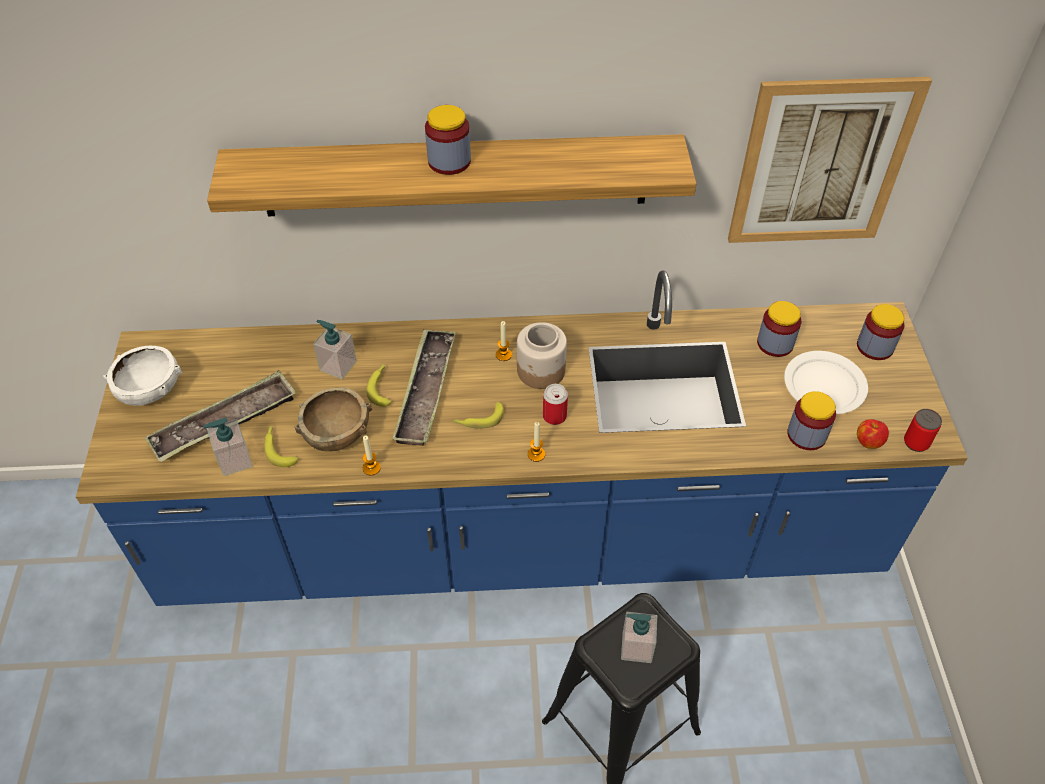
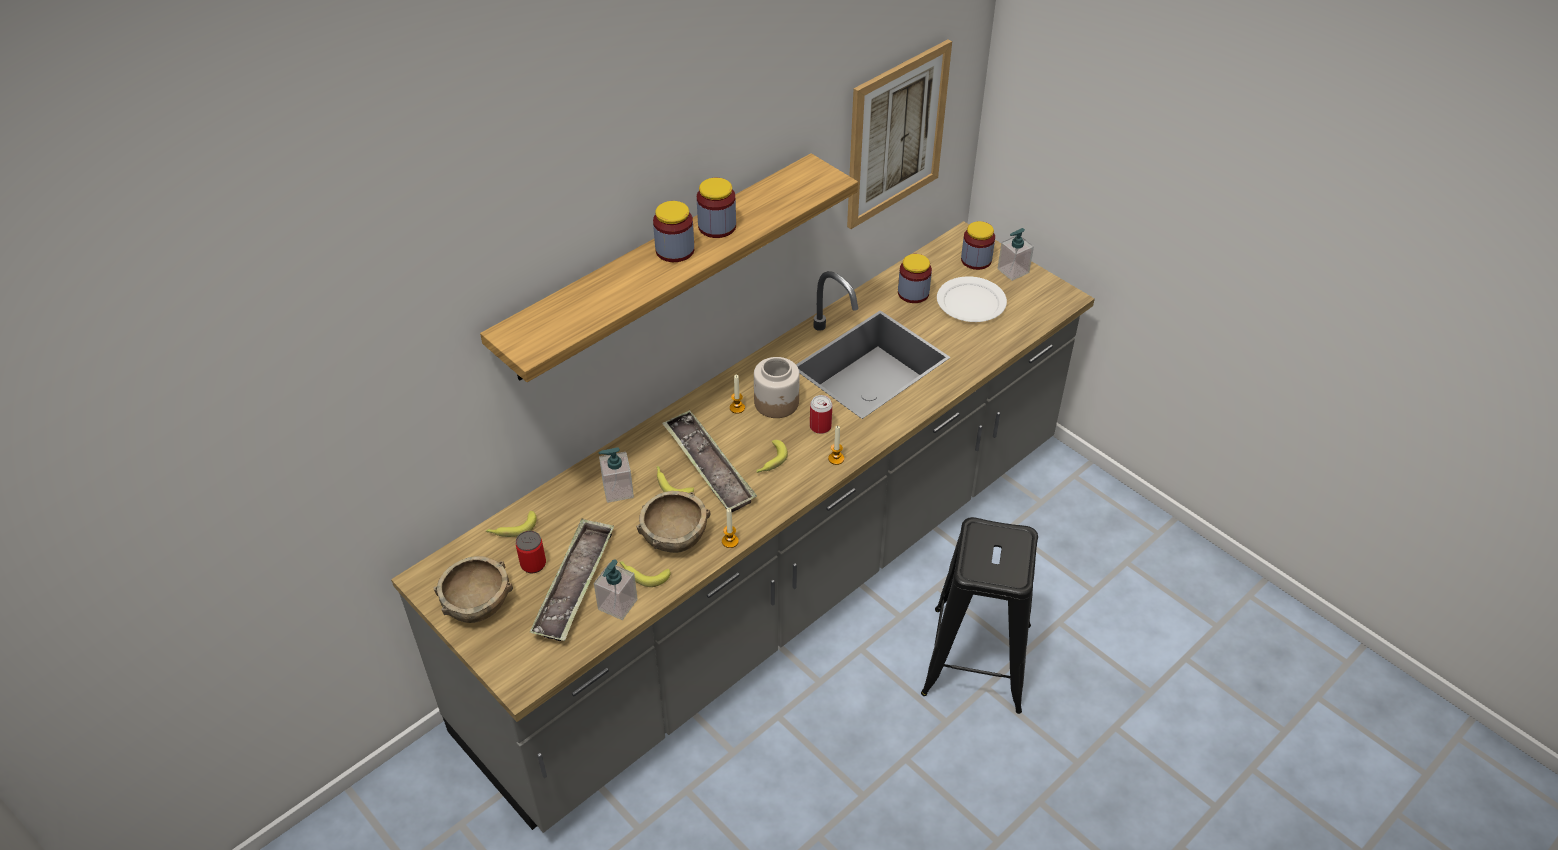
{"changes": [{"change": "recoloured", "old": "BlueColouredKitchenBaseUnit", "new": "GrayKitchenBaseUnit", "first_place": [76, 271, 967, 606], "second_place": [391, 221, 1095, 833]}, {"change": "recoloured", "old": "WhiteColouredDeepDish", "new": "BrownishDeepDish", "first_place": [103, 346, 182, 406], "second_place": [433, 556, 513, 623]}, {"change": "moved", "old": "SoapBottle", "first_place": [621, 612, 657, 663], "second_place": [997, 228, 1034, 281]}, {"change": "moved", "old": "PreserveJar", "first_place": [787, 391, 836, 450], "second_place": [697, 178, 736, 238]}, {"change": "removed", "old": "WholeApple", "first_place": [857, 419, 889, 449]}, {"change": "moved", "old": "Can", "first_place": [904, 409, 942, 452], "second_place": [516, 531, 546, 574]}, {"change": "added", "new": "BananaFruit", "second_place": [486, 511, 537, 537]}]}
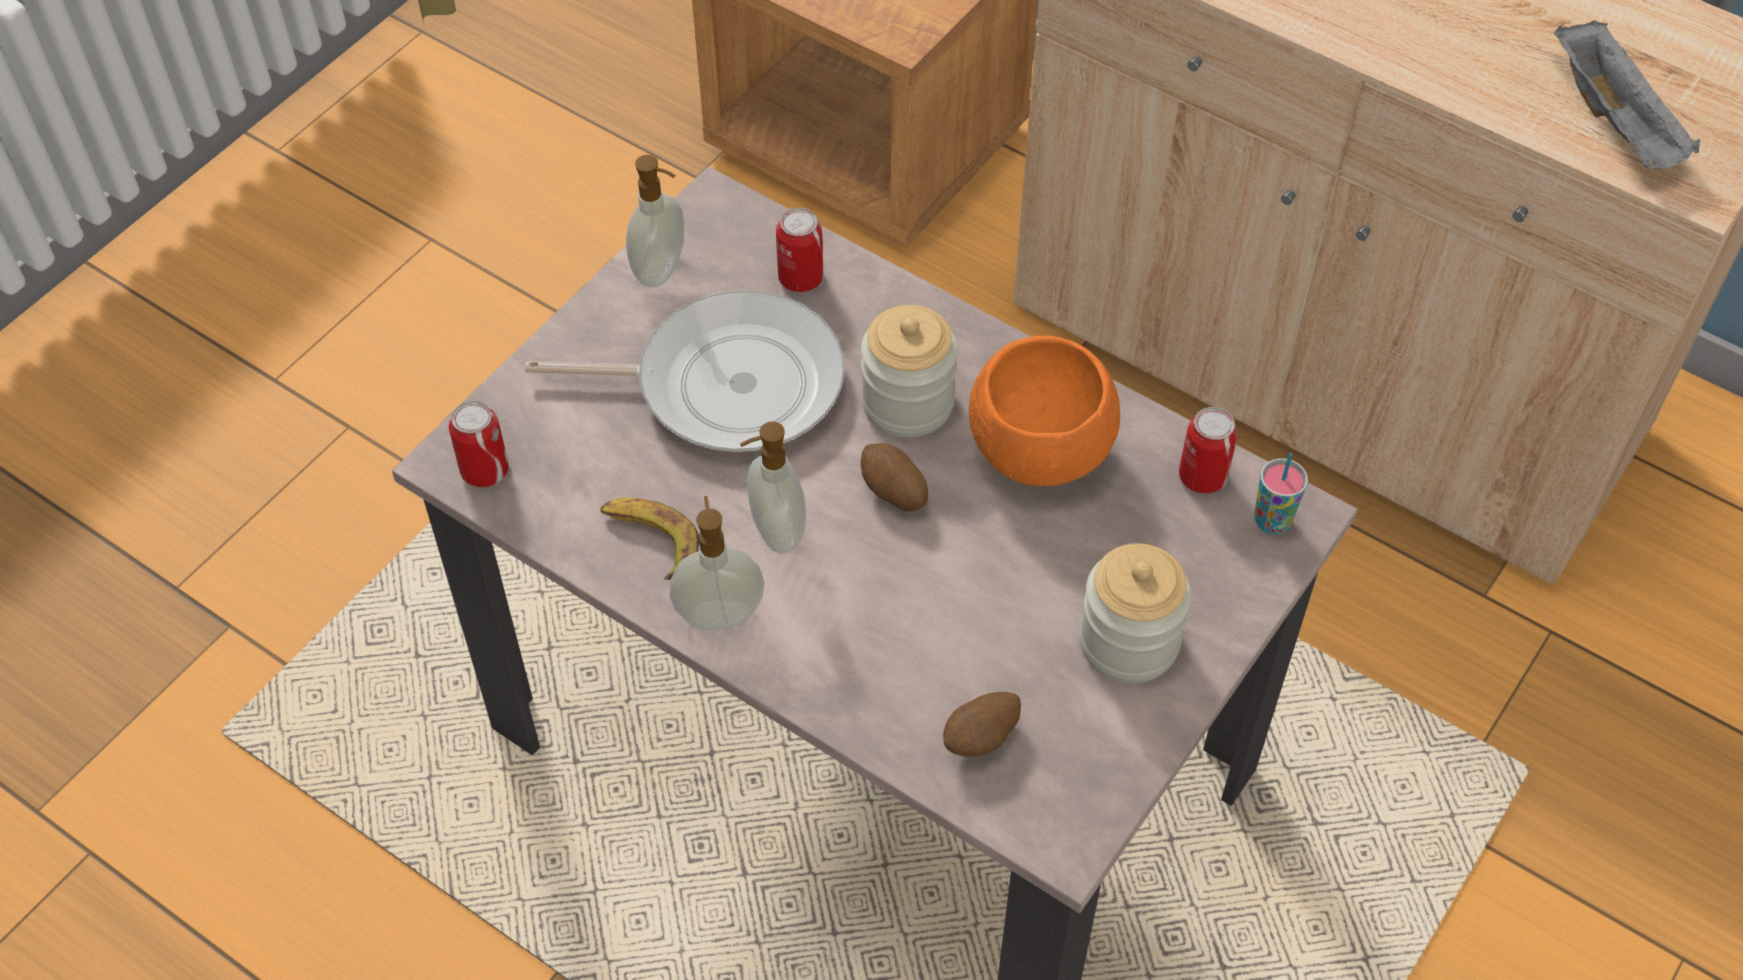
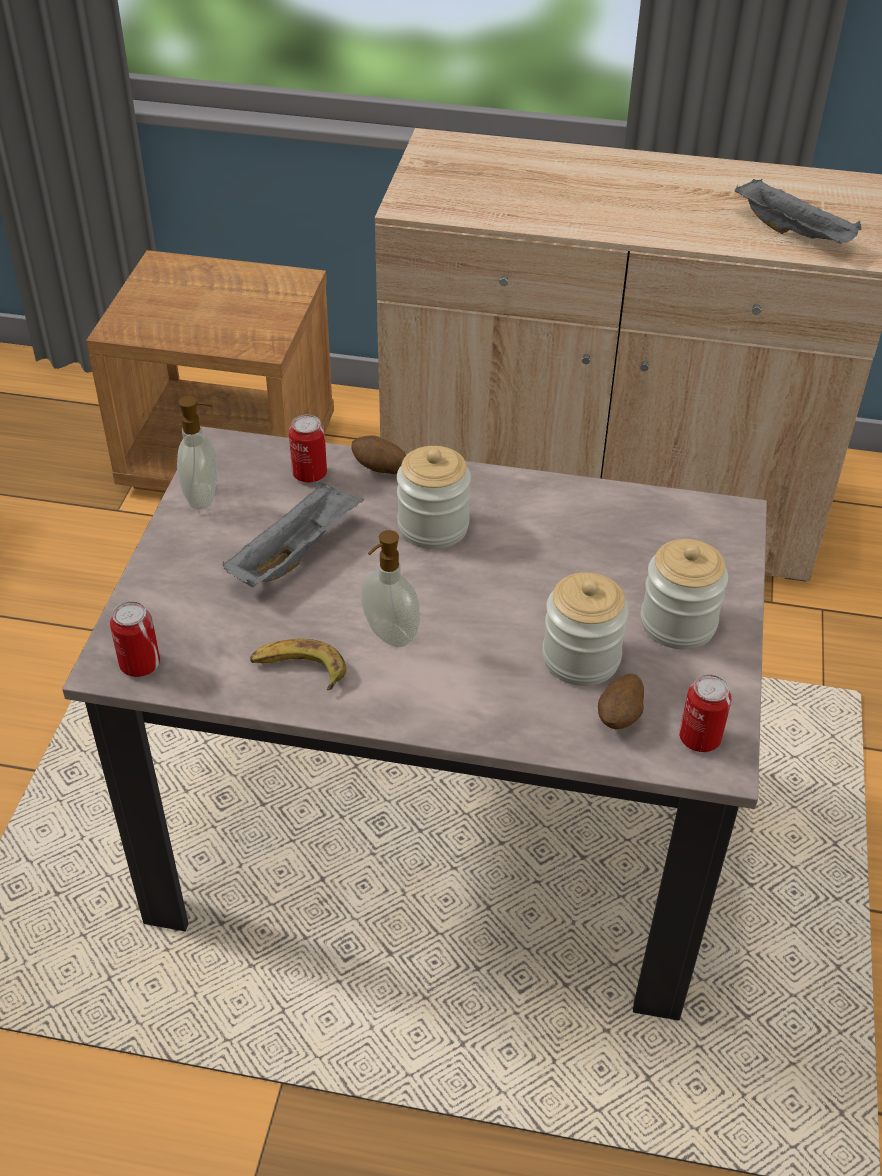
{"changes": [{"change": "replaced", "old": "FryingPan", "new": "GrayServingTray", "first_place": [525, 290, 845, 452], "second_place": [223, 481, 364, 587]}, {"change": "removed", "old": "SoapBottle", "first_place": [669, 496, 764, 630]}, {"change": "moved", "old": "Spud", "first_place": [861, 443, 928, 511], "second_place": [351, 435, 406, 474]}, {"change": "removed", "old": "OrangeColouredDeepDish", "first_place": [969, 336, 1120, 486]}, {"change": "moved", "old": "Can", "first_place": [1179, 407, 1237, 493], "second_place": [679, 674, 731, 752]}, {"change": "removed", "old": "Cup", "first_place": [1254, 453, 1308, 534]}, {"change": "added", "new": "PreserveJar", "second_place": [542, 572, 629, 686]}]}
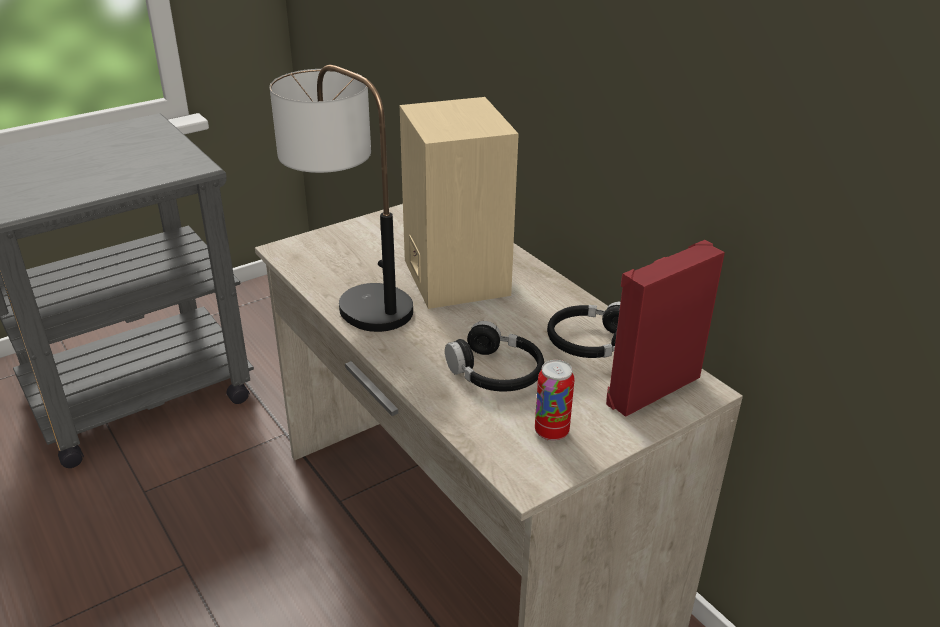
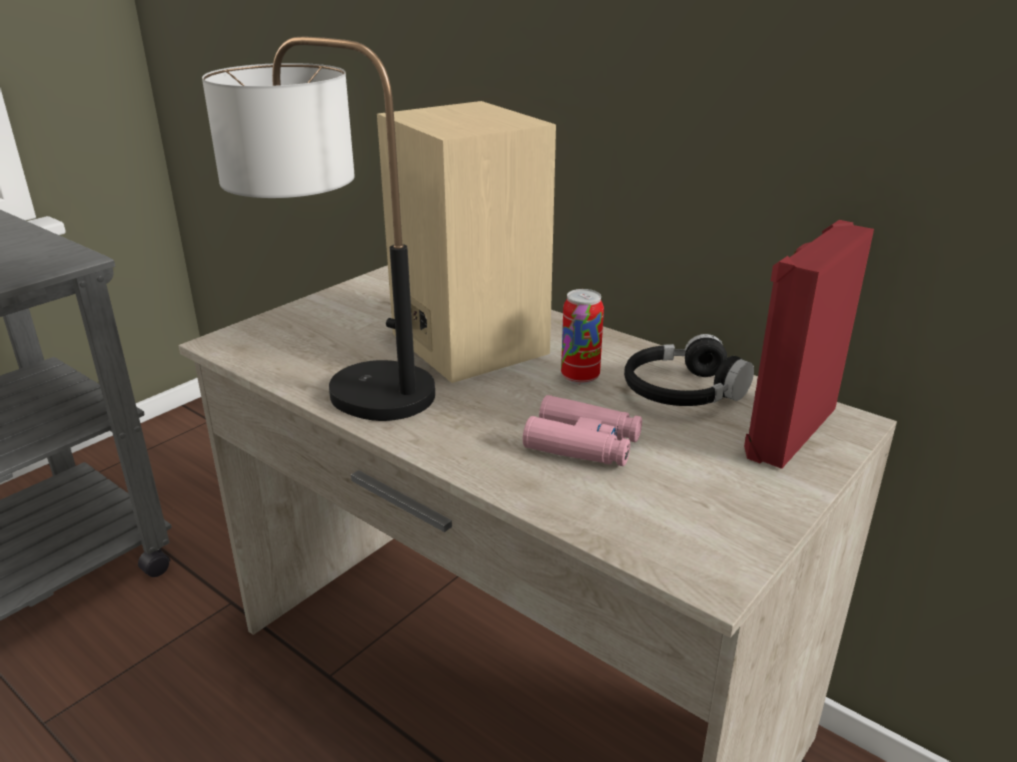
{"changes": [{"change": "replaced", "old": "BlackishHeadphones", "new": "PinkishFieldGlasses", "first_place": [445, 321, 544, 392], "second_place": [523, 395, 642, 466]}, {"change": "moved", "old": "Can", "first_place": [535, 360, 575, 441], "second_place": [561, 289, 604, 384]}]}
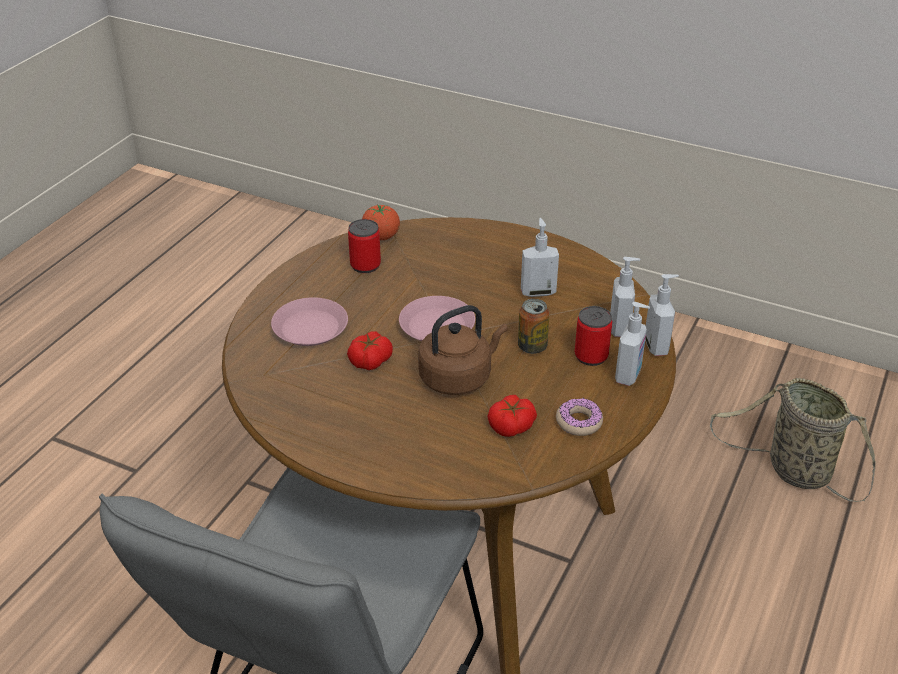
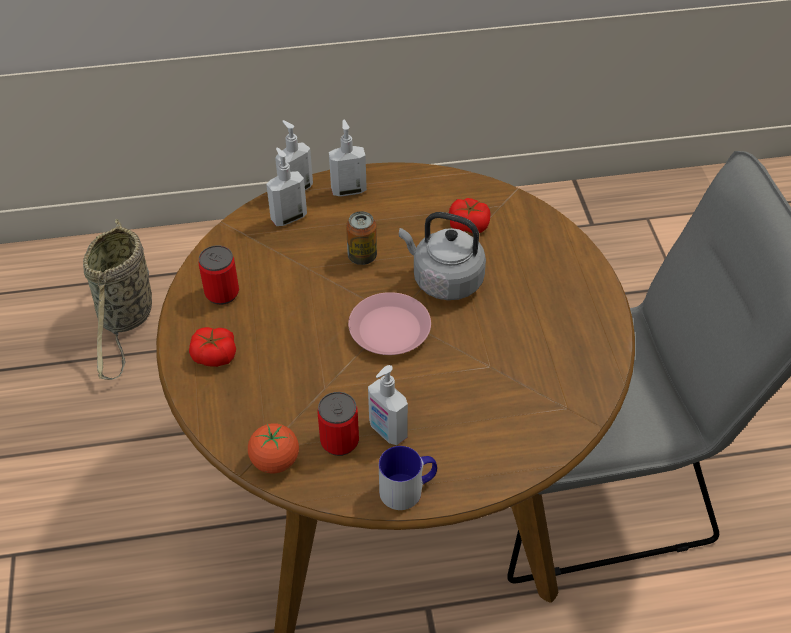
{"changes": [{"change": "removed", "old": "PinkishPlate", "first_place": [271, 297, 348, 346]}, {"change": "moved", "old": "FreshTomato", "first_place": [347, 331, 393, 370], "second_place": [189, 327, 236, 367]}, {"change": "recoloured", "old": "BrownishTeaKettle", "new": "GrayTeaKettle", "first_place": [418, 305, 508, 395], "second_place": [399, 212, 486, 300]}, {"change": "moved", "old": "SoapBottle", "first_place": [521, 218, 559, 297], "second_place": [368, 365, 408, 445]}, {"change": "removed", "old": "Doughnut", "first_place": [556, 398, 603, 436]}, {"change": "moved", "old": "Can", "first_place": [575, 306, 613, 366], "second_place": [199, 245, 239, 305]}, {"change": "added", "new": "Mug", "second_place": [379, 446, 437, 510]}]}
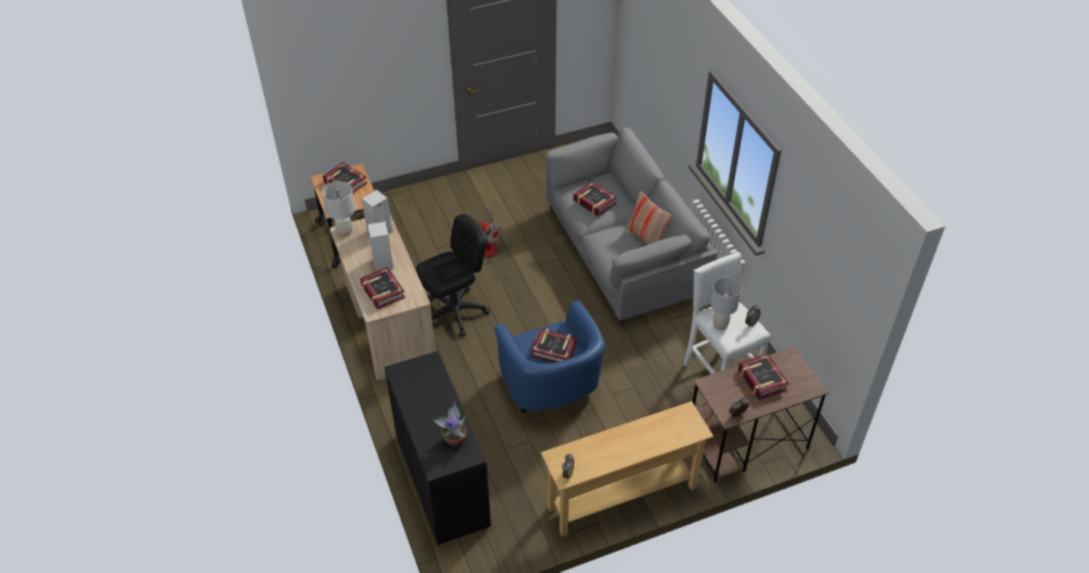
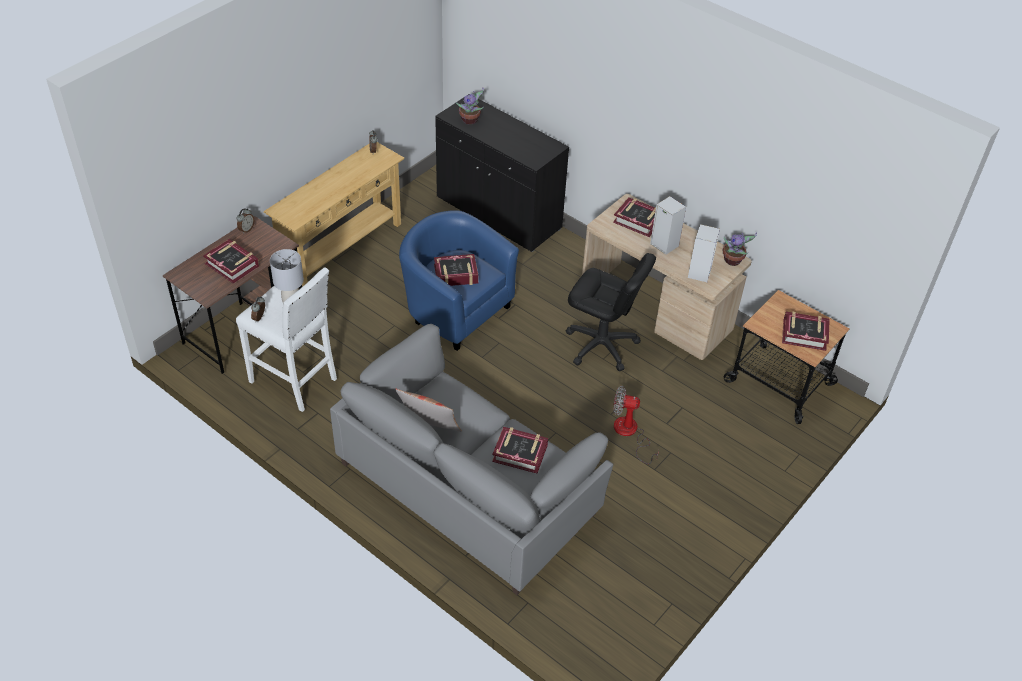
{"changes": [{"change": "replaced", "old": "WhiteColouredTableLamp", "new": "PottedPlant", "first_place": [322, 181, 355, 237], "second_place": [723, 233, 757, 266]}, {"change": "turned", "old": "BlackishComputerChair", "first_place": [416, 214, 490, 337], "second_place": [566, 253, 656, 371], "degrees": -90}]}
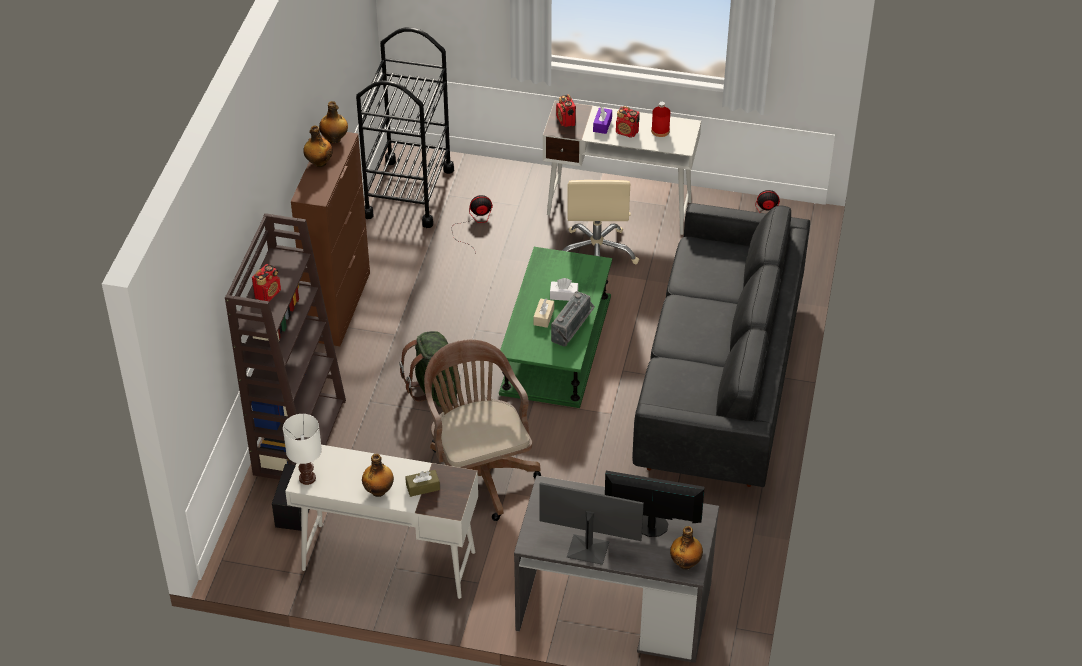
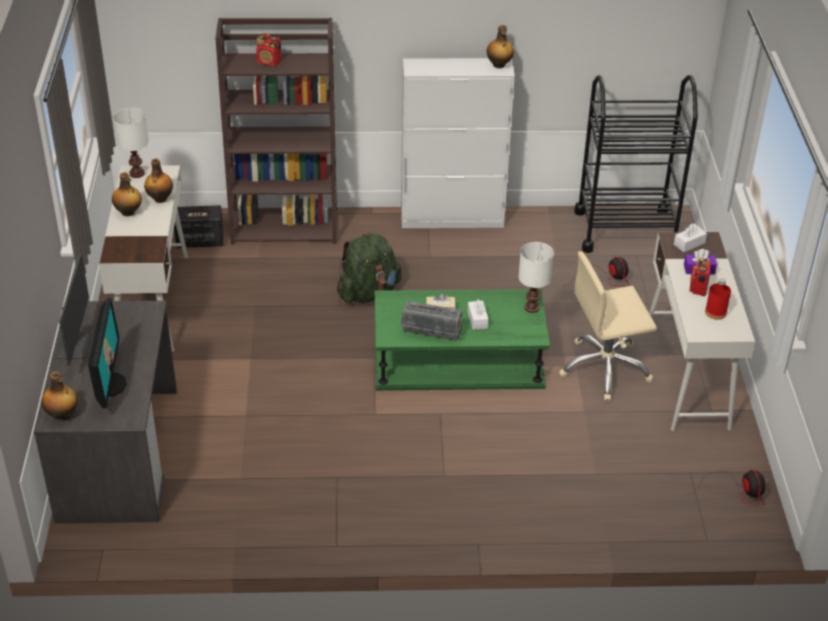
{"changes": [{"change": "recoloured", "old": "BrownishCupboard", "new": "WhiteColouredCupboard", "first_place": [291, 132, 370, 346], "second_place": [401, 58, 515, 228]}, {"change": "moved", "old": "Bottle", "first_place": [303, 126, 333, 167], "second_place": [144, 159, 173, 203]}, {"change": "removed", "old": "BrownishBoxOfTissues", "first_place": [405, 470, 440, 497]}, {"change": "removed", "old": "BrownishComputerChair", "first_place": [424, 339, 541, 521]}, {"change": "replaced", "old": "RadioSet", "new": "WhiteColouredBoxOfTissues", "first_place": [556, 94, 576, 127], "second_place": [674, 223, 707, 252]}, {"change": "removed", "old": "BlackishSettee", "first_place": [632, 203, 810, 487]}, {"change": "added", "new": "WhiteColouredTableLamp", "second_place": [518, 242, 554, 313]}]}
